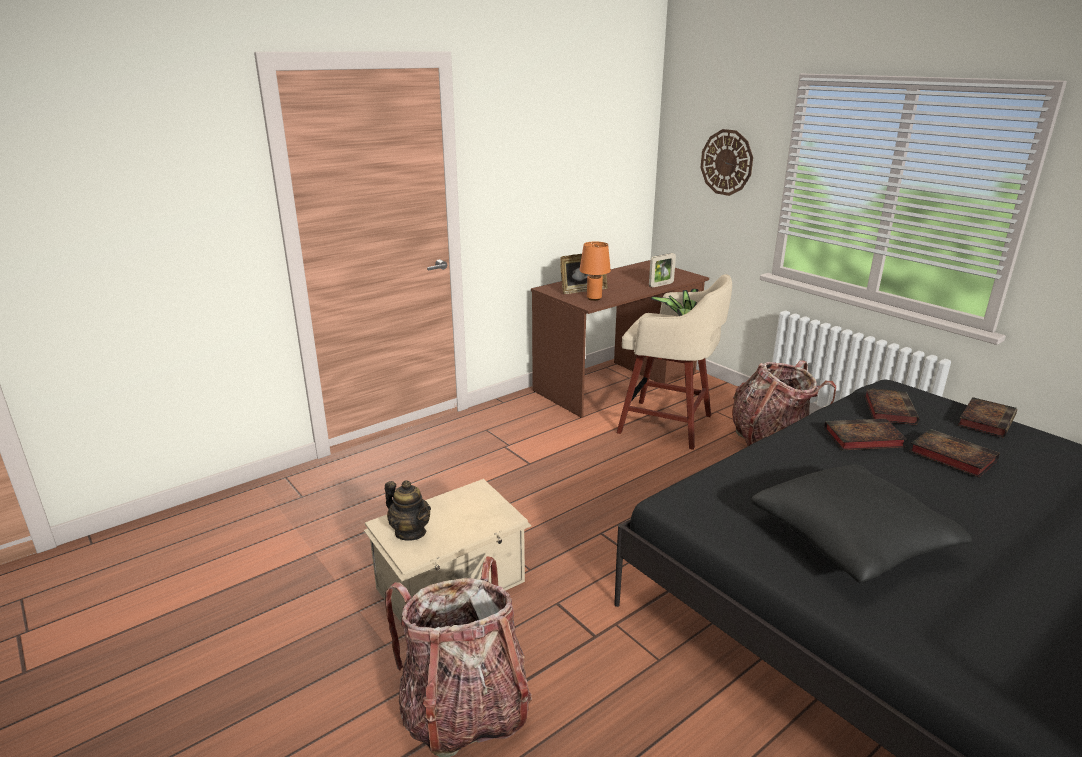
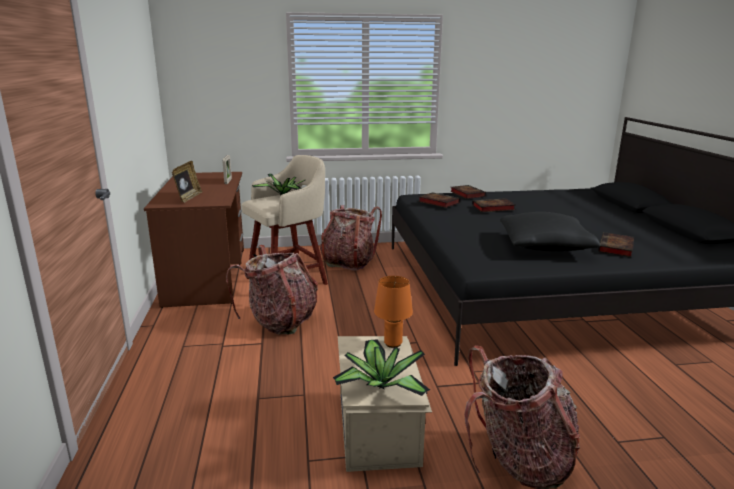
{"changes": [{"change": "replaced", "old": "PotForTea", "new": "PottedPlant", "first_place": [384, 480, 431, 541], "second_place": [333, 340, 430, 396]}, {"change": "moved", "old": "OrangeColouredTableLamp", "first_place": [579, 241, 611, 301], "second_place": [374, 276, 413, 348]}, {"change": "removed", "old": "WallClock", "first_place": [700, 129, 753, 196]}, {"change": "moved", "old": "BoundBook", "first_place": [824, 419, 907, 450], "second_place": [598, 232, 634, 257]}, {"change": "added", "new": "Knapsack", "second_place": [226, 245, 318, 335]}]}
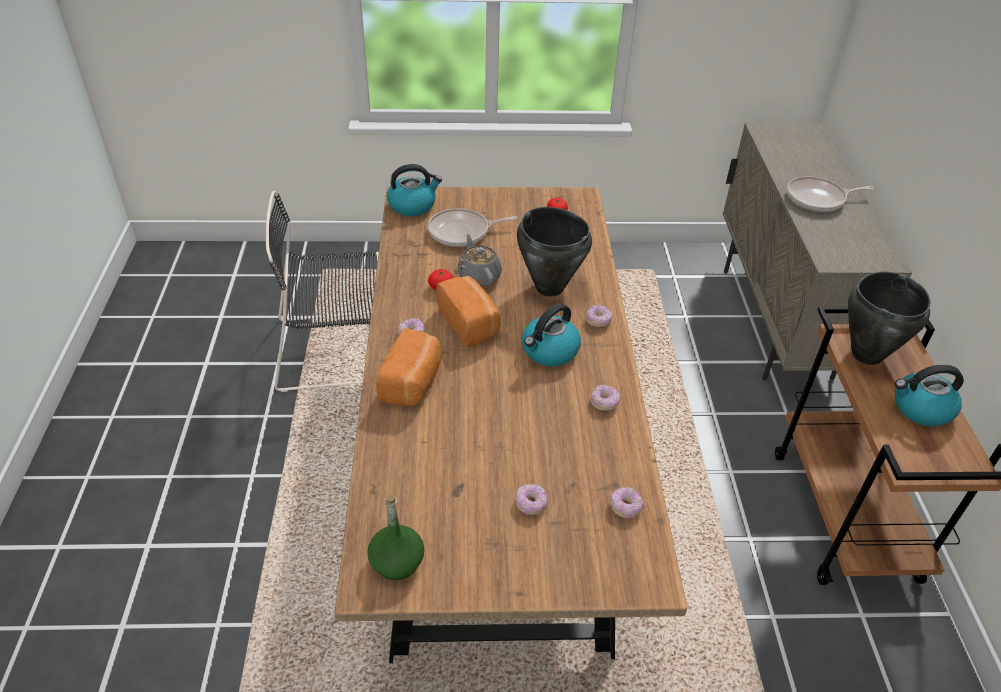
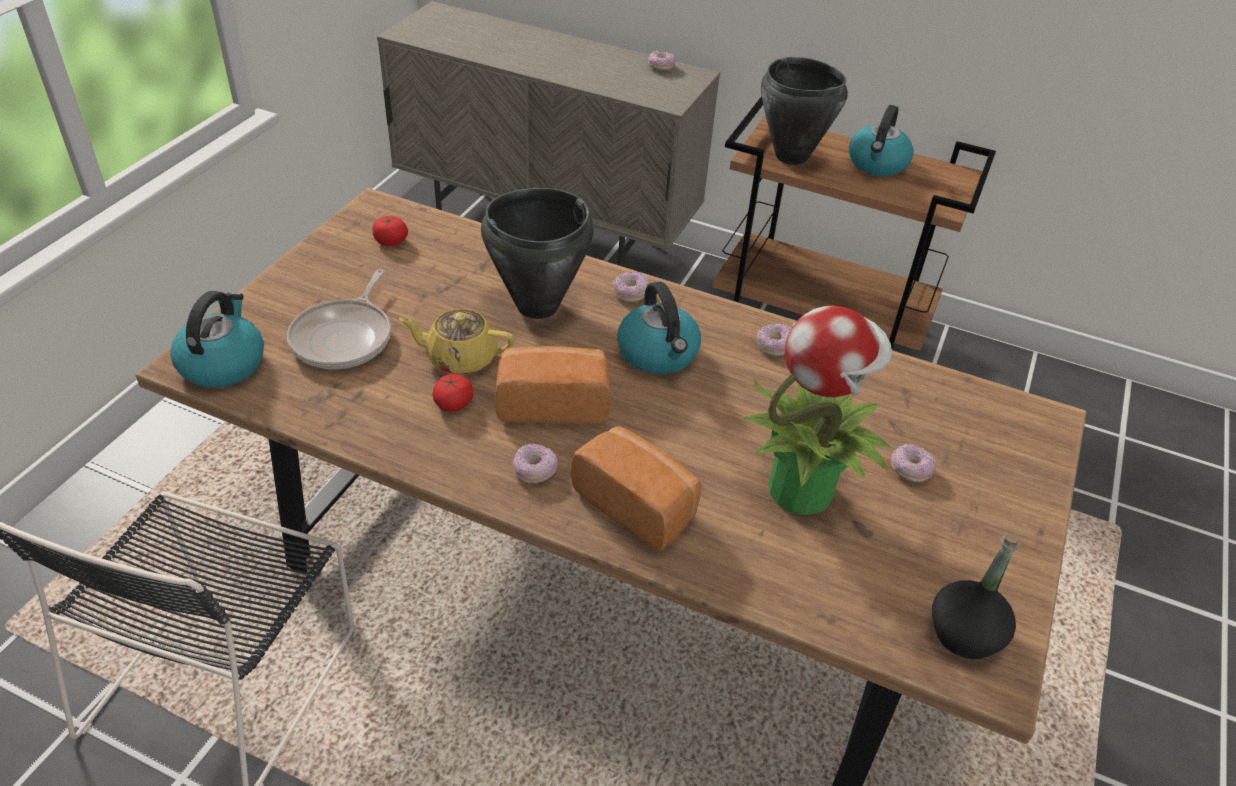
{"changes": [{"change": "recoloured", "old": "GreenBottle", "new": "BlackishBottle", "first_place": [367, 494, 424, 580], "second_place": [932, 533, 1020, 659]}, {"change": "recoloured", "old": "GrayPotForTea", "new": "YellowPotForTea", "first_place": [457, 234, 502, 286], "second_place": [399, 309, 514, 375]}, {"change": "moved", "old": "Doughnut", "first_place": [610, 487, 643, 519], "second_place": [648, 51, 676, 71]}, {"change": "removed", "old": "FryingPan", "first_place": [787, 176, 874, 212]}, {"change": "added", "new": "PottedPlant", "second_place": [742, 305, 892, 515]}]}
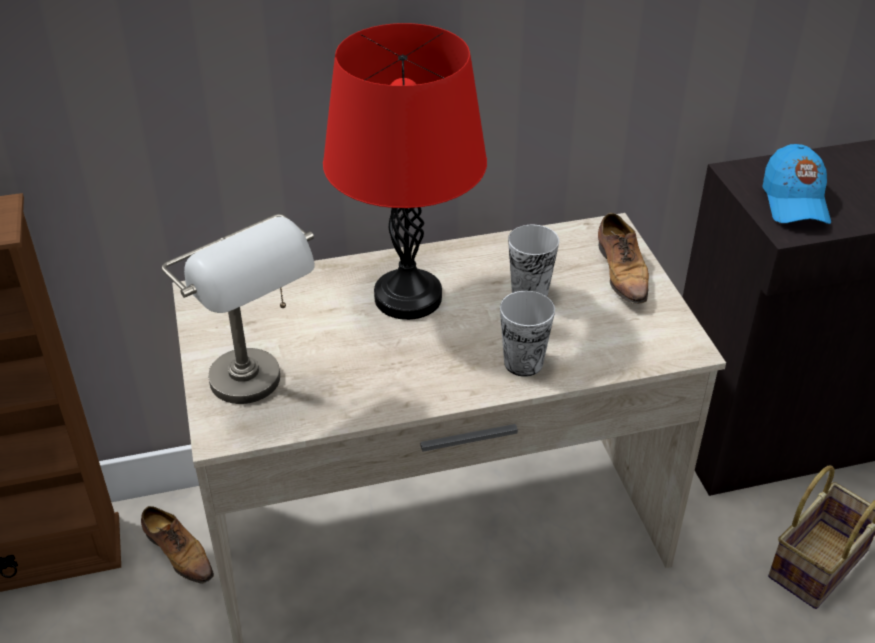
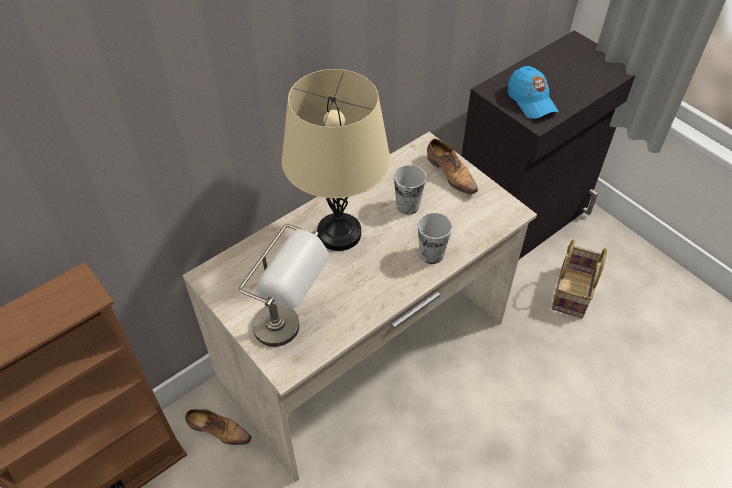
{"changes": [{"change": "recoloured", "old": "RedTableLamp", "new": "BeigeColouredTableLamp", "first_place": [323, 23, 487, 320], "second_place": [282, 69, 390, 251]}]}
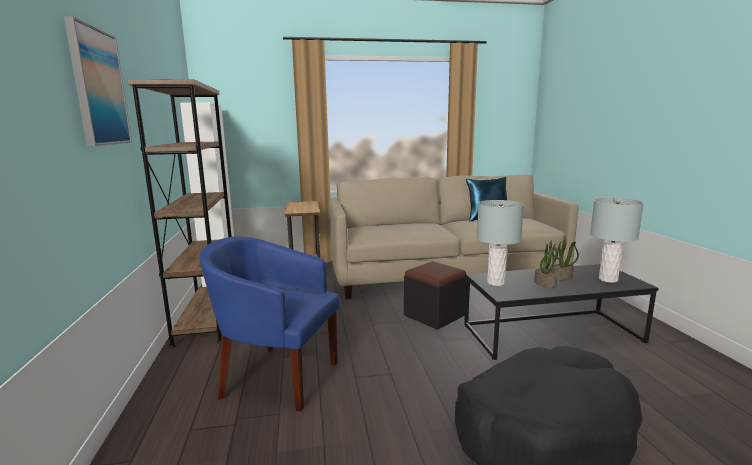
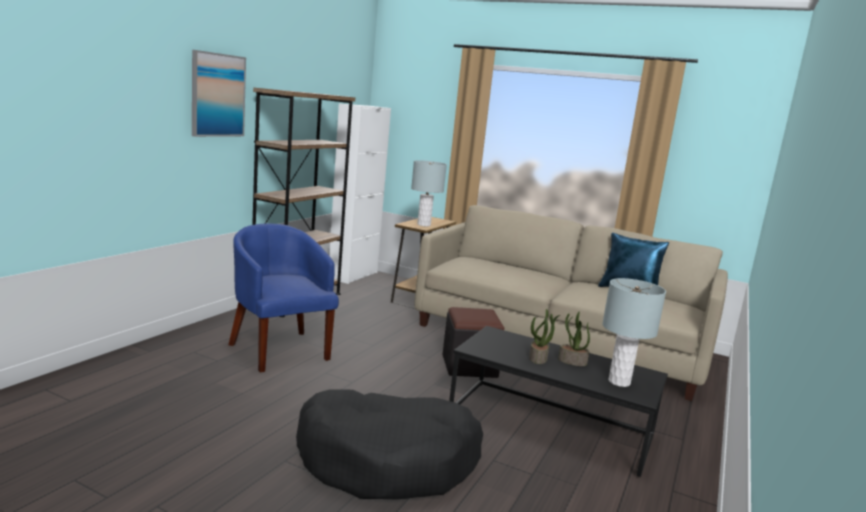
{"changes": [{"change": "moved", "old": "GrayTableLamp", "first_place": [477, 200, 524, 286], "second_place": [411, 160, 447, 226]}]}
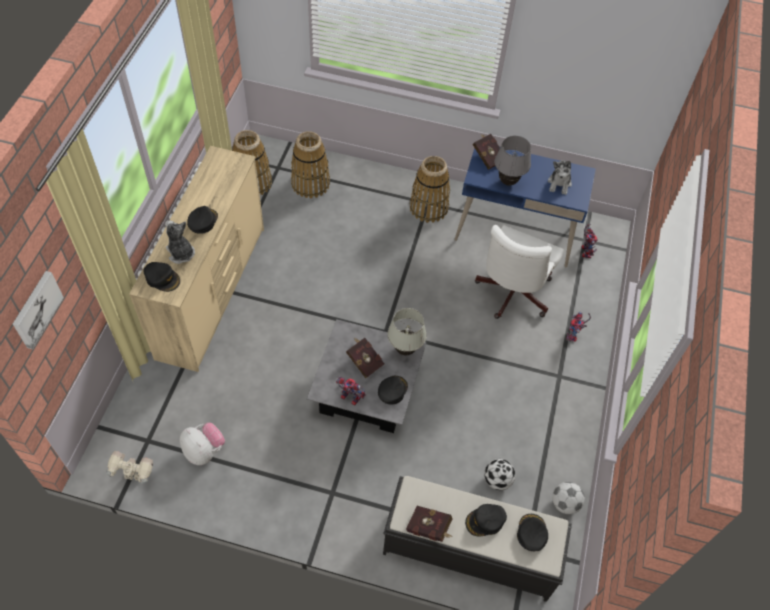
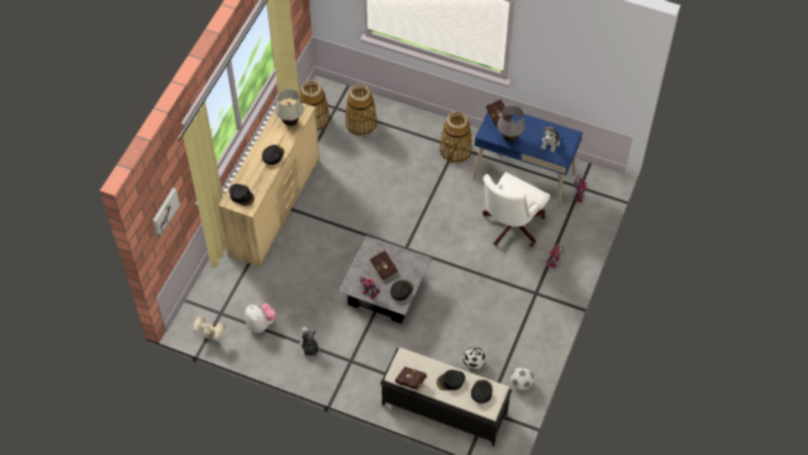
{"changes": [{"change": "moved", "old": "PlushToy", "first_place": [166, 221, 195, 264], "second_place": [299, 327, 320, 357]}, {"change": "moved", "old": "WhiteColouredTableLamp", "first_place": [388, 308, 427, 355], "second_place": [275, 89, 304, 126]}]}
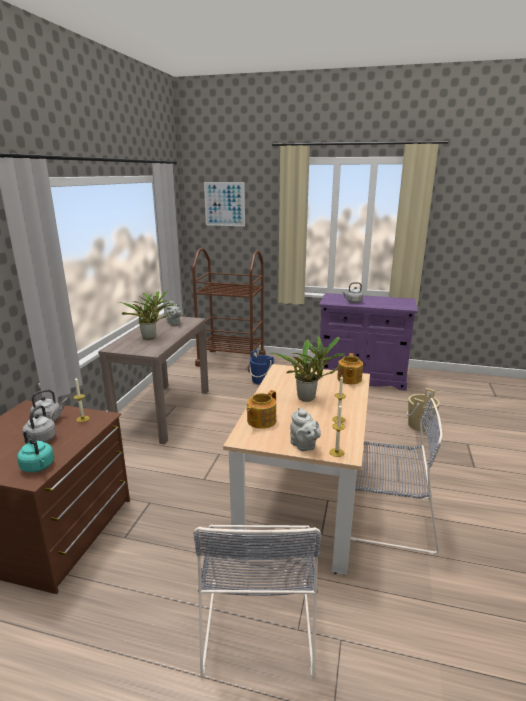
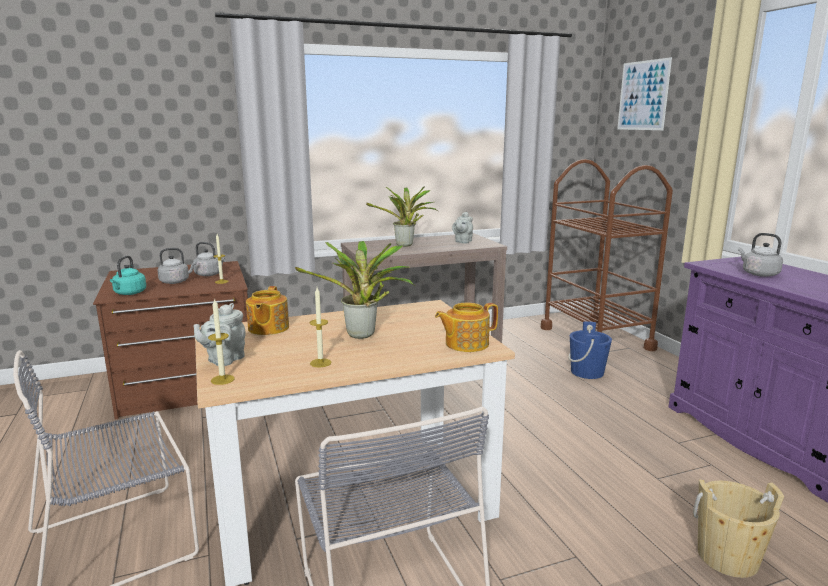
{"changes": [{"change": "turned", "old": "PotForTea", "first_place": [246, 390, 276, 429], "second_place": [246, 286, 289, 335], "degrees": -90}]}
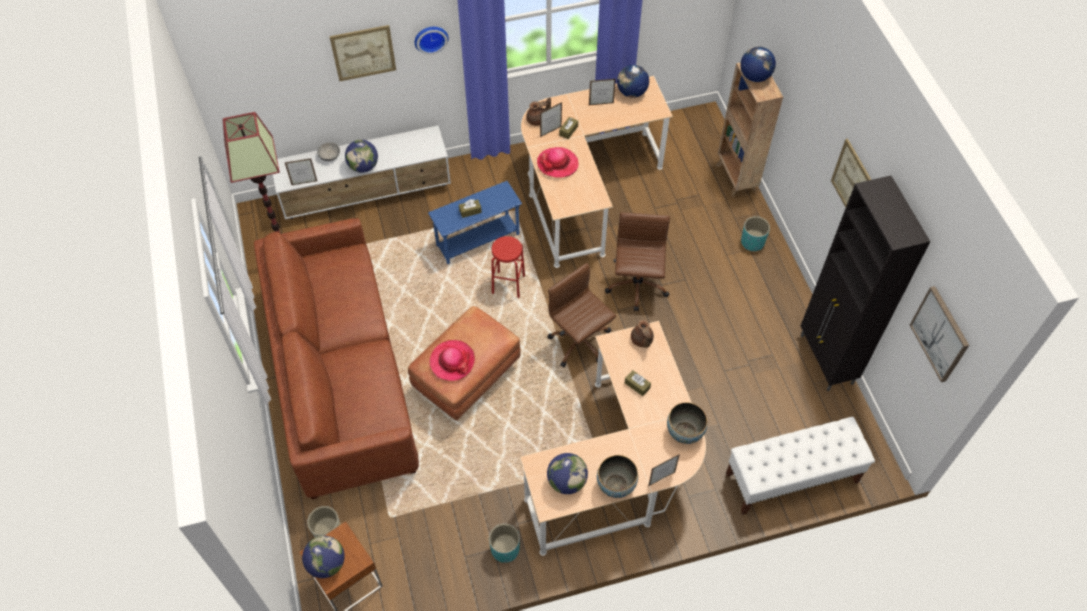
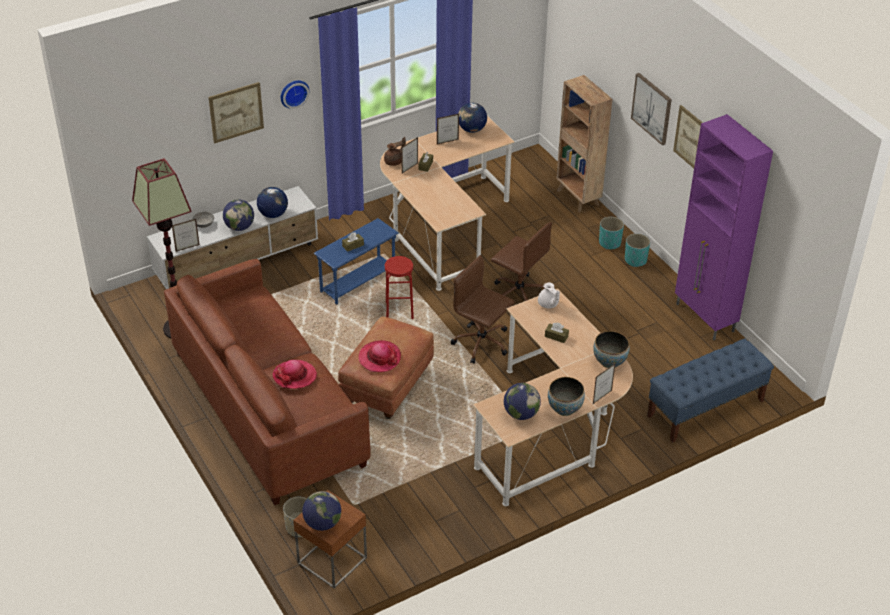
{"changes": [{"change": "moved", "old": "BlueGreenPlantPot", "first_place": [489, 524, 520, 563], "second_place": [625, 234, 650, 267]}, {"change": "moved", "old": "WearableHat", "first_place": [537, 147, 579, 178], "second_place": [273, 360, 317, 389]}, {"change": "turned", "old": "BrownishComputerChair", "first_place": [605, 213, 670, 311], "second_place": [491, 222, 552, 301], "degrees": 135}, {"change": "recoloured", "old": "BrownishPotForTea", "new": "WhiteColouredPotForTea", "first_place": [631, 320, 654, 348], "second_place": [538, 282, 560, 309]}, {"change": "recoloured", "old": "WhiteColouredIndoorBench", "new": "BlueColouredIndoorBench", "first_place": [726, 417, 875, 515], "second_place": [647, 338, 774, 443]}, {"change": "moved", "old": "DeskGlobe", "first_place": [740, 47, 776, 82], "second_place": [257, 187, 288, 218]}, {"change": "recoloured", "old": "BlackishCupboard", "new": "PurpleCupboard", "first_place": [801, 175, 931, 391], "second_place": [675, 114, 773, 340]}, {"change": "moved", "old": "Picture", "first_place": [910, 286, 969, 382], "second_place": [631, 73, 672, 145]}]}
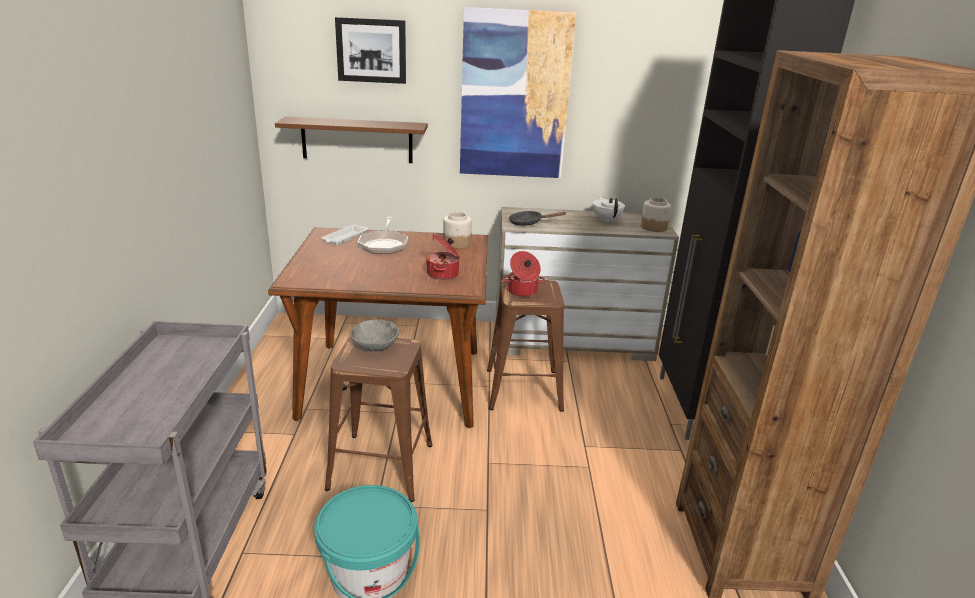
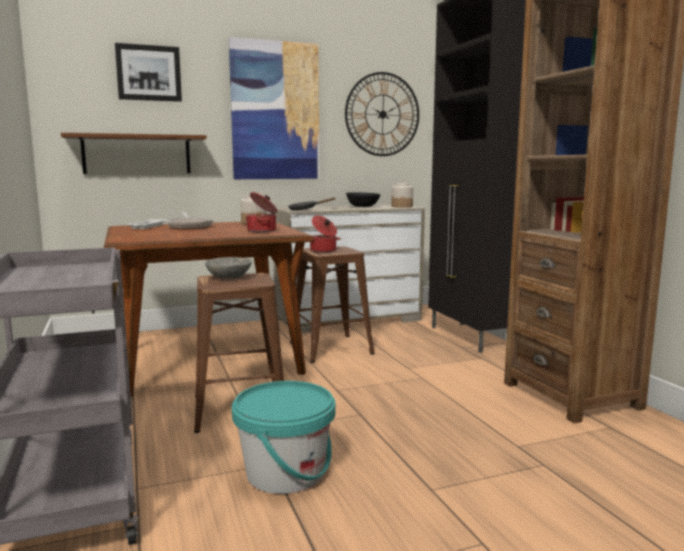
{"changes": [{"change": "replaced", "old": "WhiteColouredPotForTea", "new": "BlackishDeepDish", "first_place": [592, 196, 625, 223], "second_place": [346, 192, 380, 207]}, {"change": "added", "new": "WallClock", "second_place": [345, 72, 419, 156]}]}
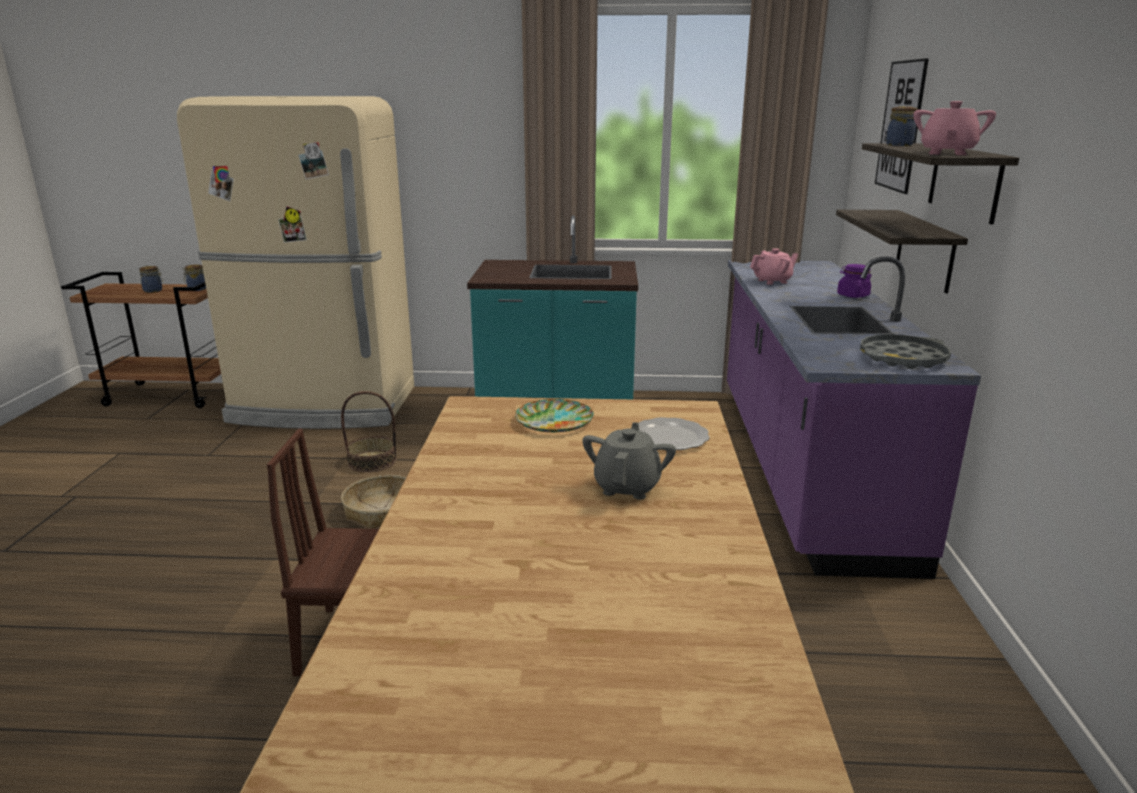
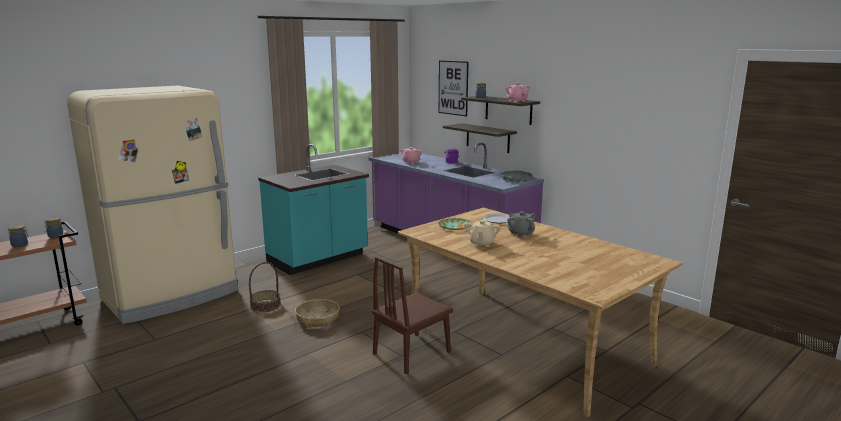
{"changes": [{"change": "added", "new": "BeigeColouredPotForTea", "second_place": [464, 219, 501, 247]}]}
